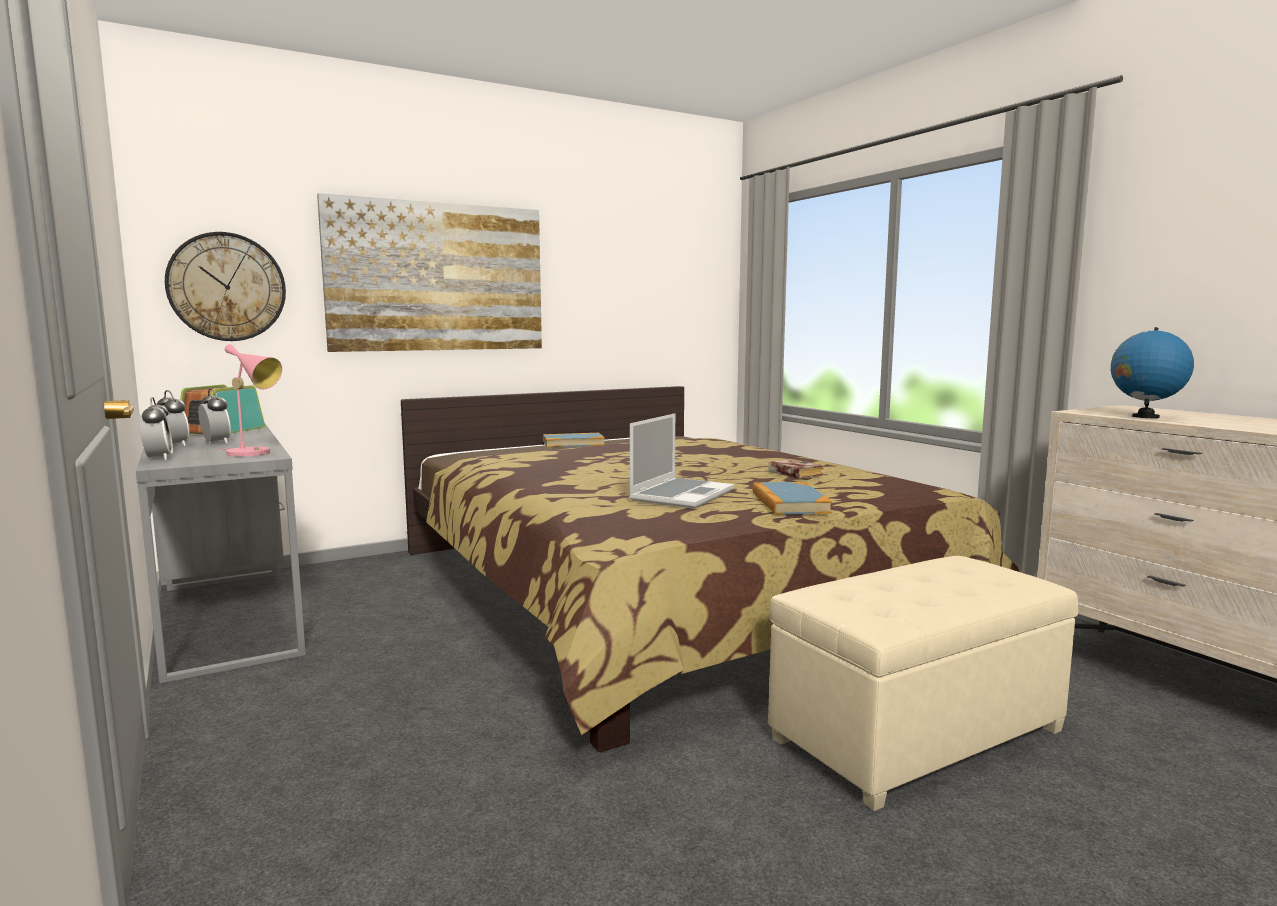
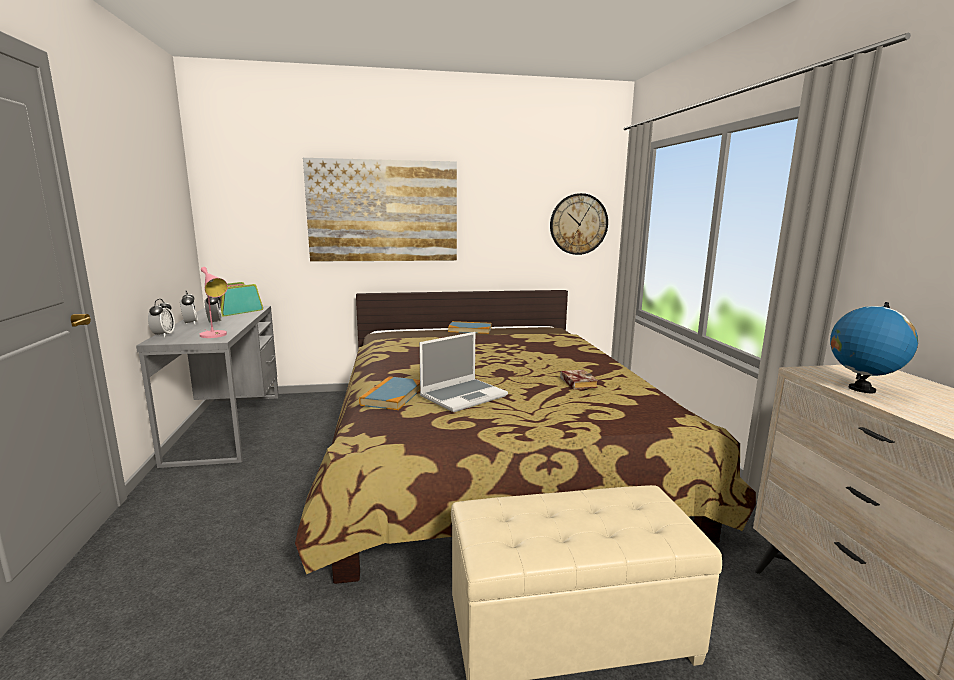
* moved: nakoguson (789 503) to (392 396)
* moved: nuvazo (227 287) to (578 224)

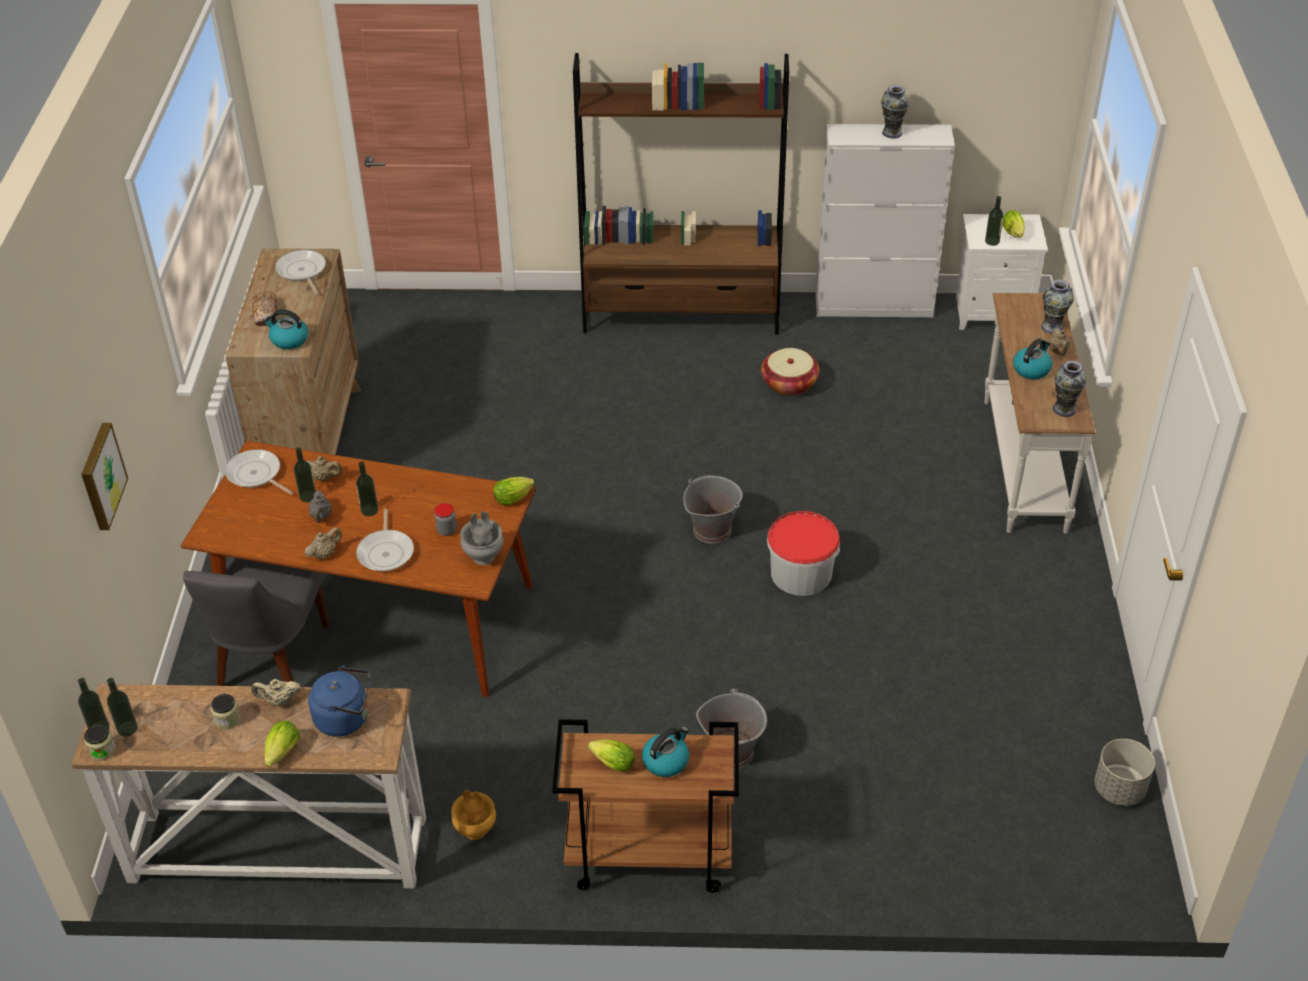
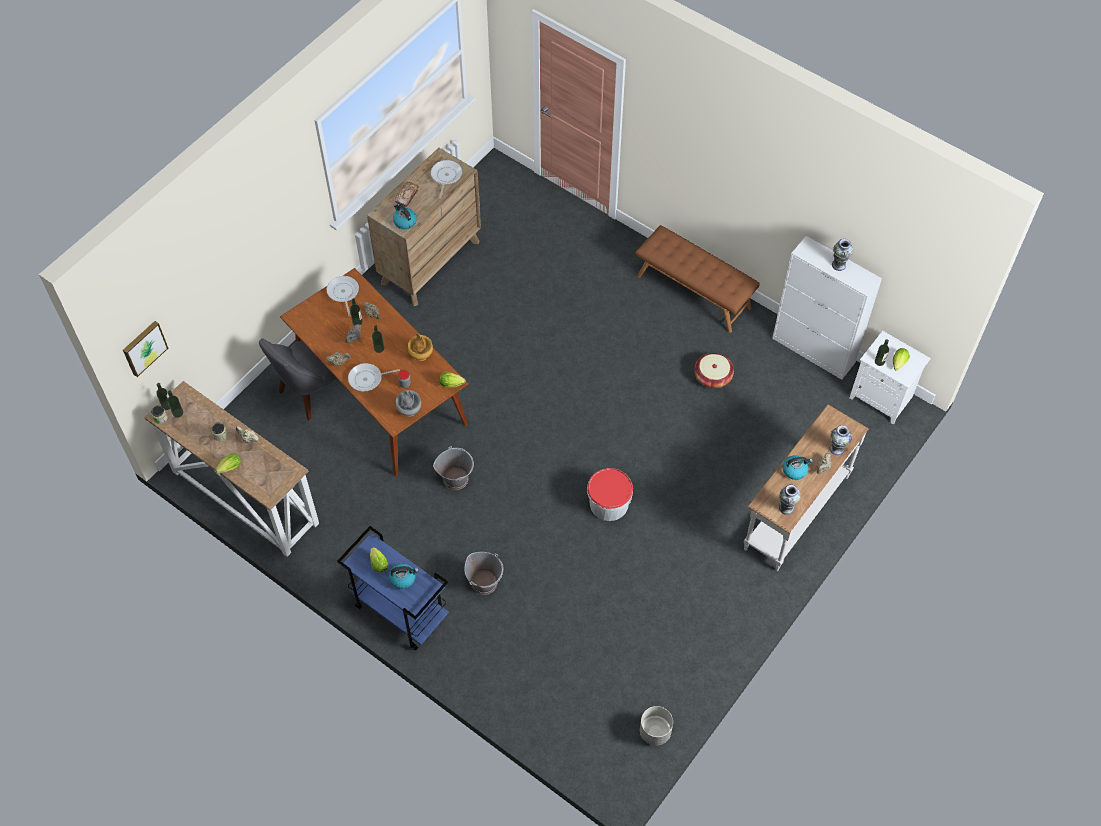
* moved: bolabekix (100 476) to (144 347)
* recoloured: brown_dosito (647 856) to blue_dosito (399 611)
* turned: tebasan (386 552) = (367 379) 45 degrees clockwise
* moved: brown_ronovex (476 830) to (421 356)
* moved: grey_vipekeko (711 529) to (456 478)
* replaced: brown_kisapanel (681 315) to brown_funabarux (694 291)
* removed: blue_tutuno (346 718)

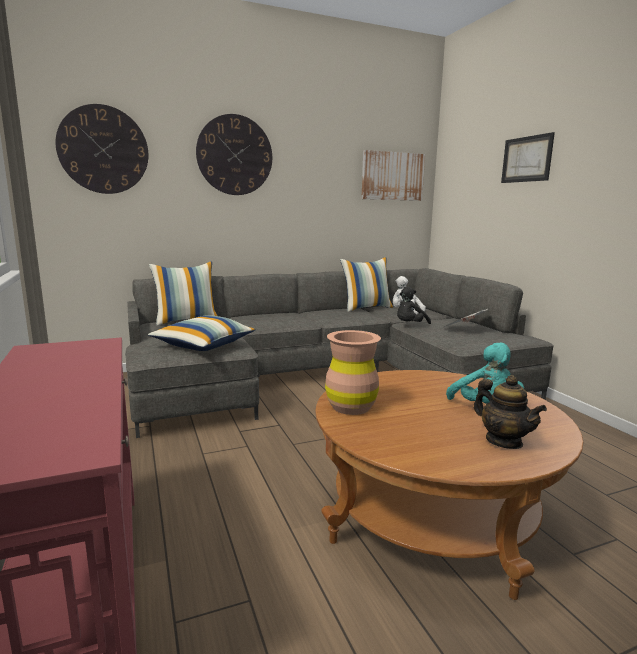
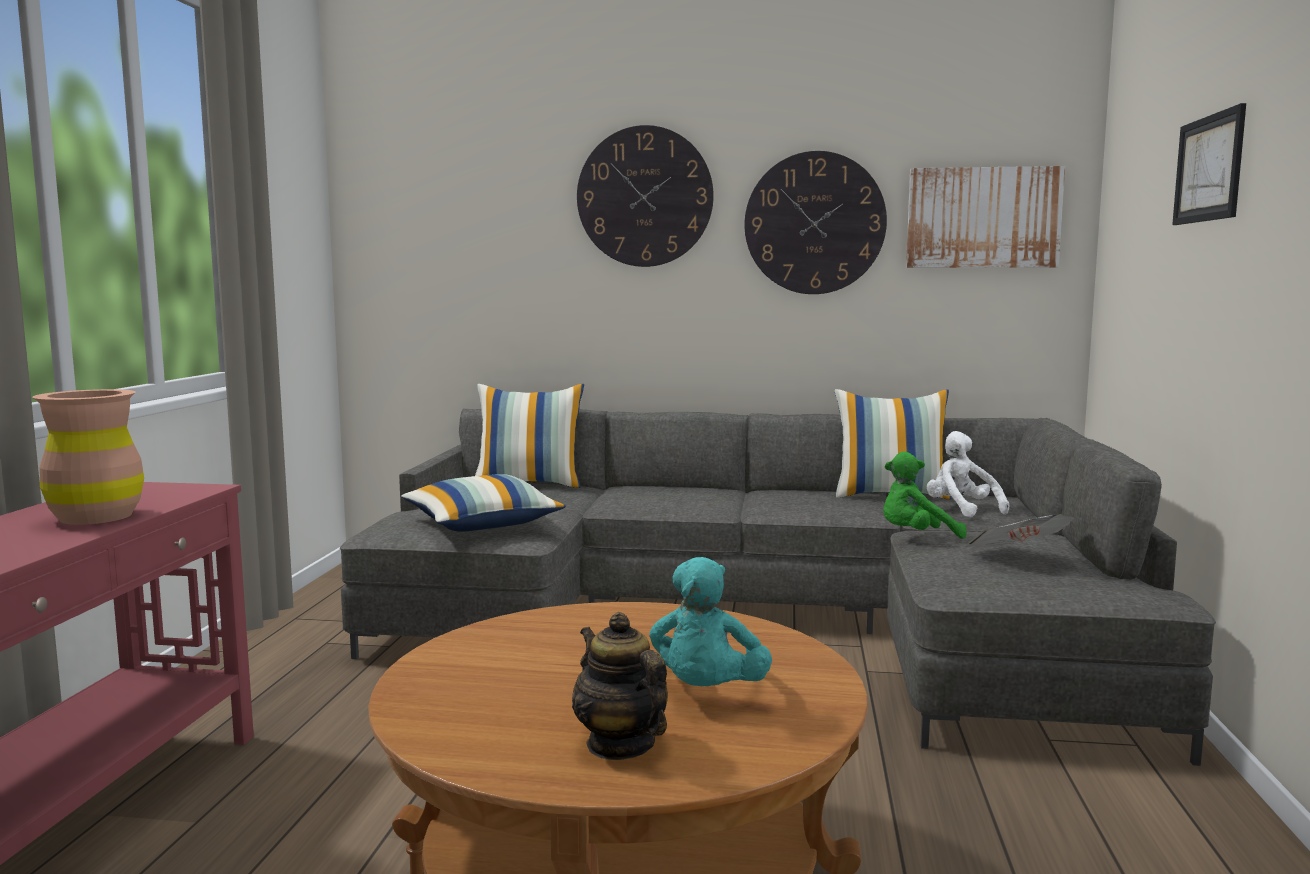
* moved: brown_ronovex (351 407) to (96 517)
* turned: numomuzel (504 441) = (620 745) 150 degrees clockwise
* moved: nuvazo (103 150) to (814 223)
* recoloured: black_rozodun (410 325) to green_rozodun (916 537)

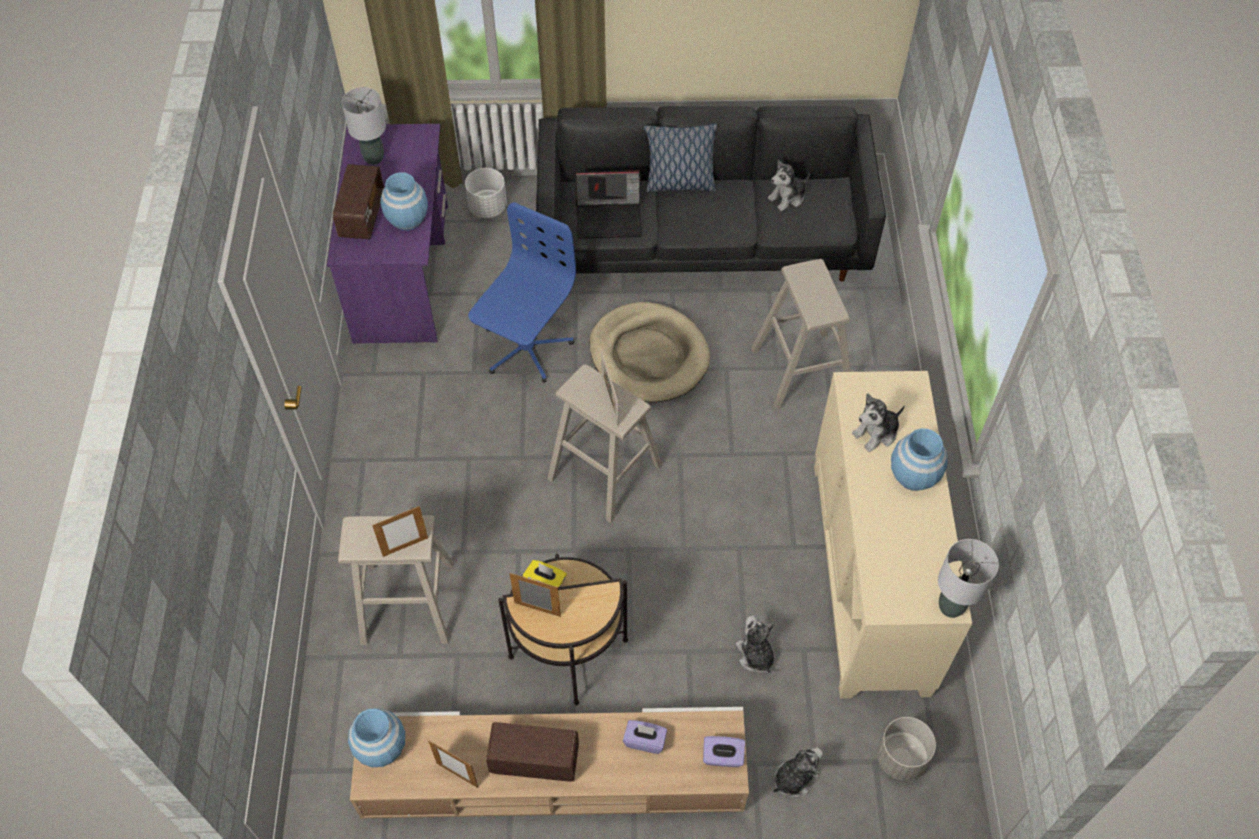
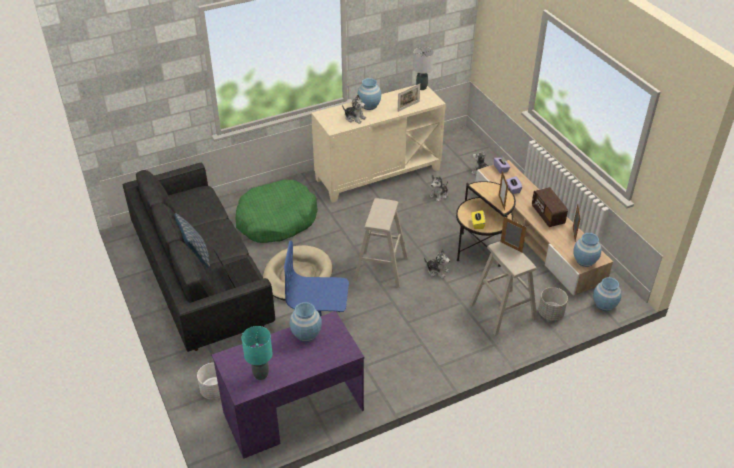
* replaced: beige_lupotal (801 370) to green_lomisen (276 220)
* recoloured: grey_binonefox (373 158) to turquoise_binonefox (261 375)
* moved: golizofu (609 401) to (408 106)
* moved: rozodun (787 197) to (437 271)
* moved: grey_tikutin (901 758) to (551 313)
* added: blue_ronovex (604 304)
* removed: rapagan (362 215)

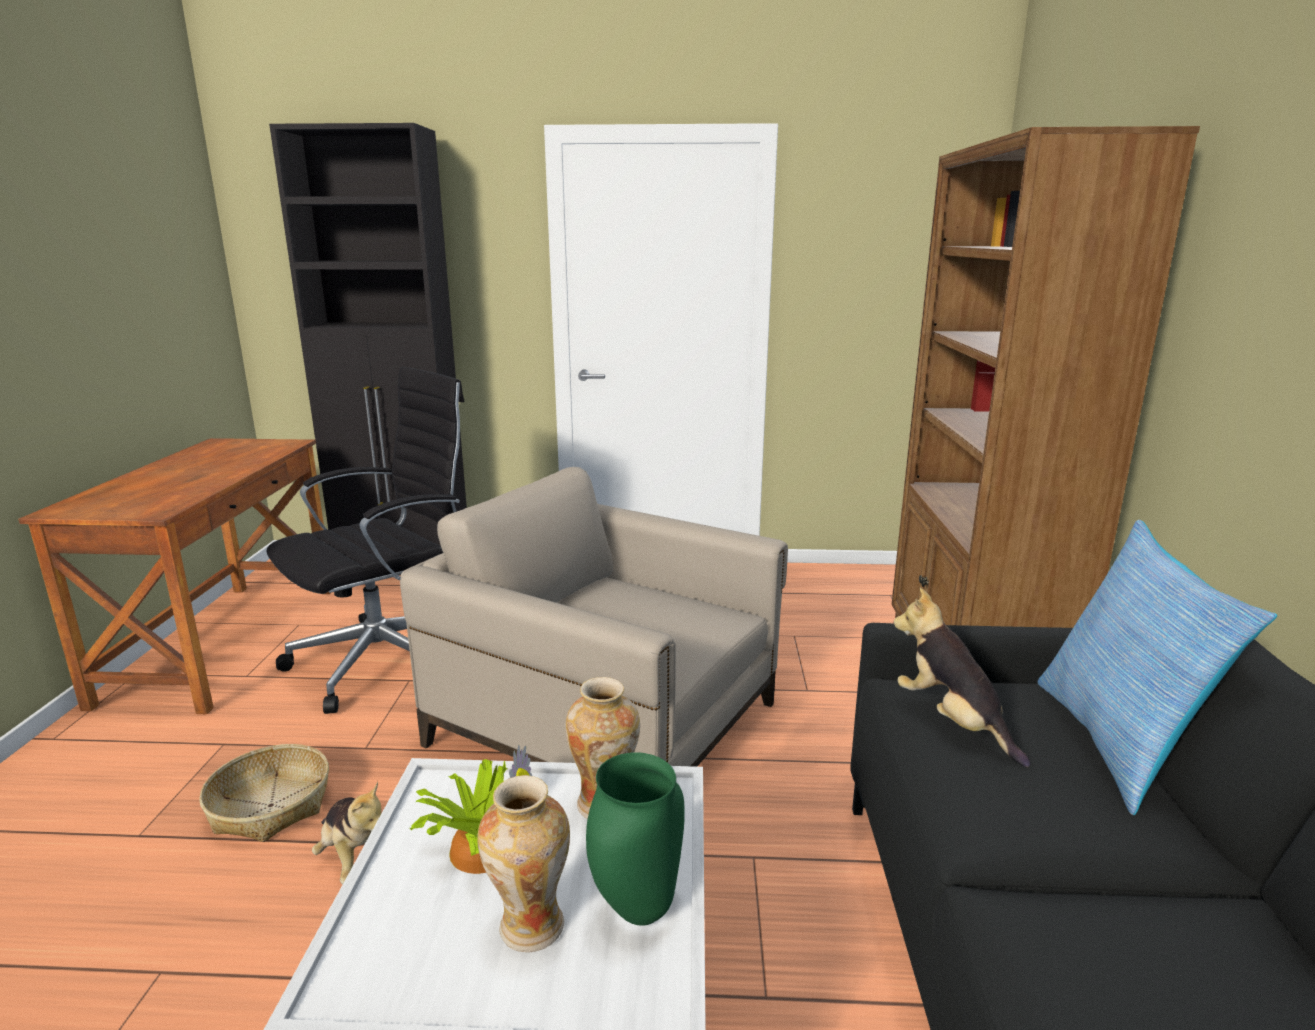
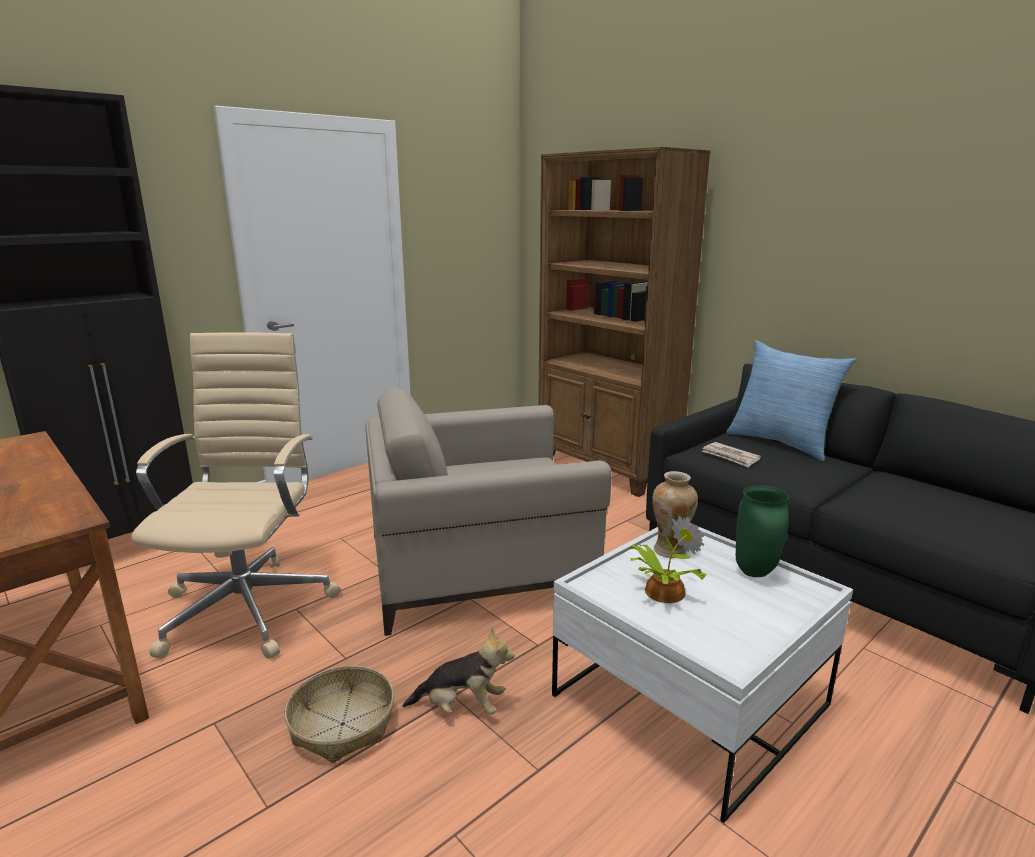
* recoloured: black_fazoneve (388 659) to beige_fazoneve (249 606)
* replaced: rozodun (952 721) to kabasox (730 457)
* removed: ronovex (530 928)

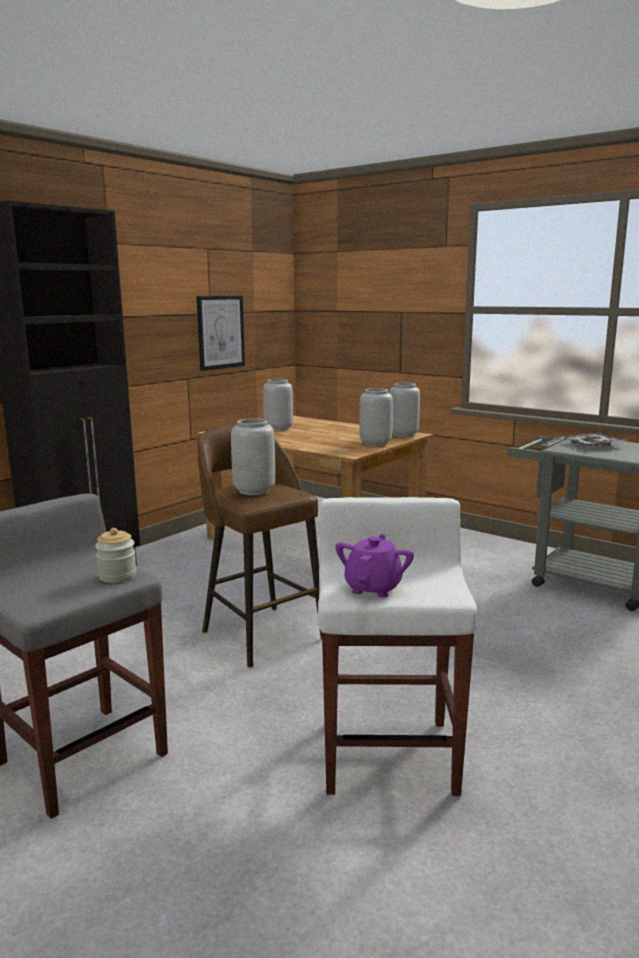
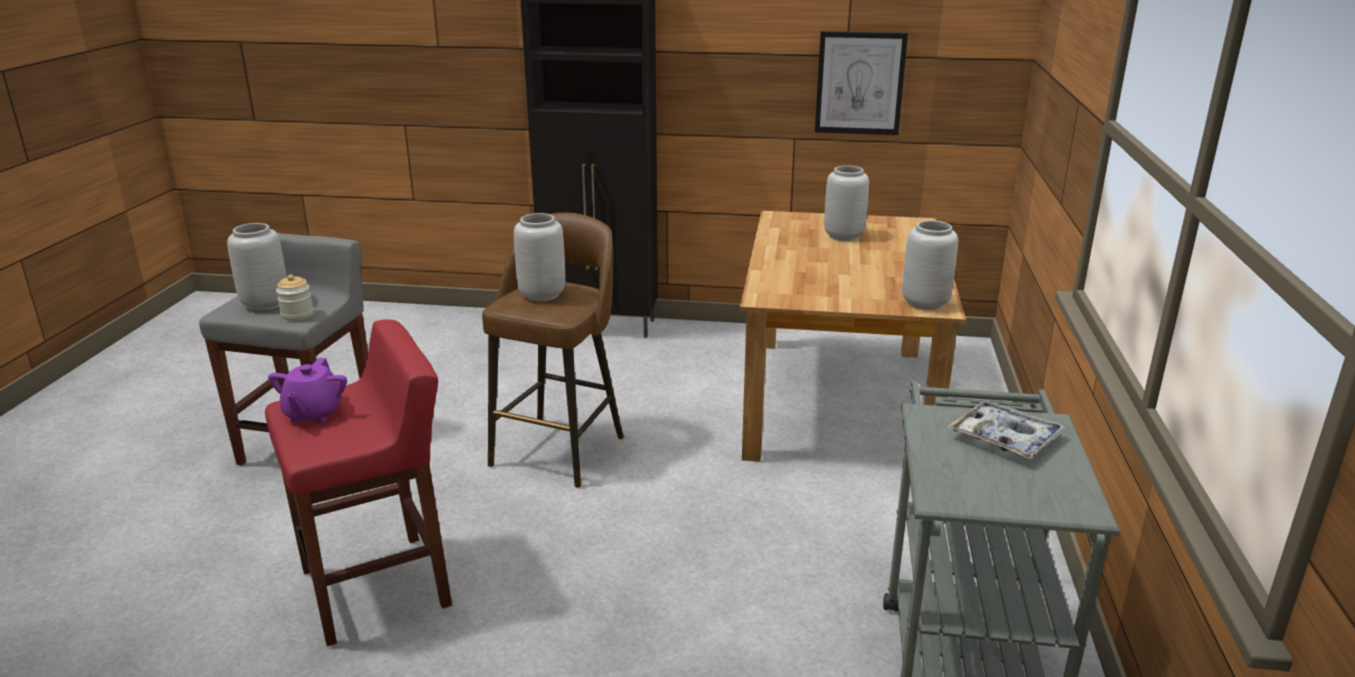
* moved: grey_ronovex (376 443) to (265 304)
* recoloured: white_lupotal (389 754) to red_lupotal (379 587)
* turned: purple_numomuzel (373 588) = (313 413) 105 degrees clockwise

